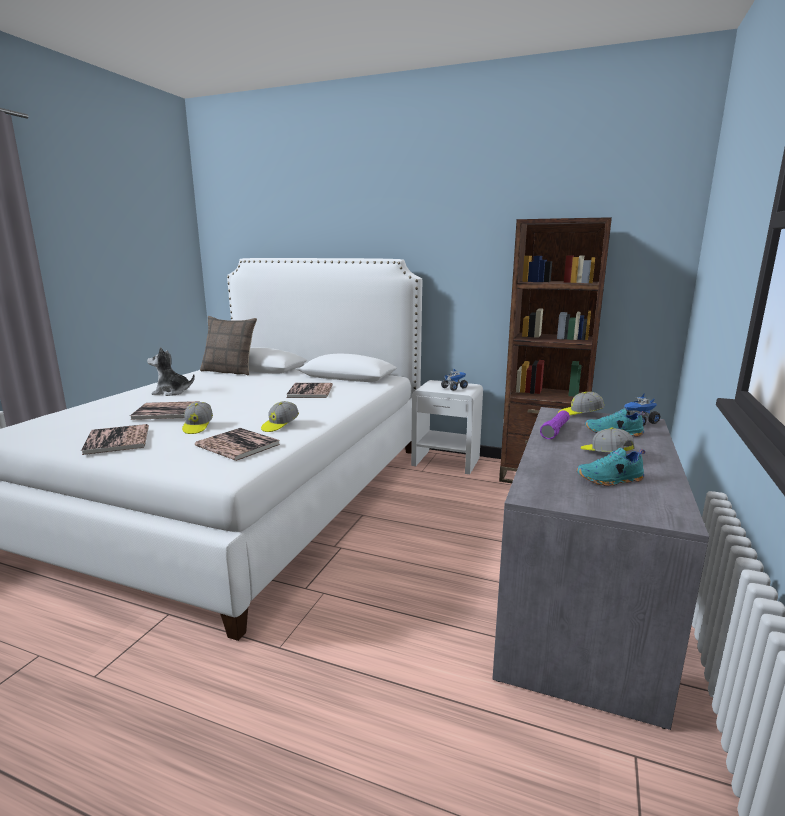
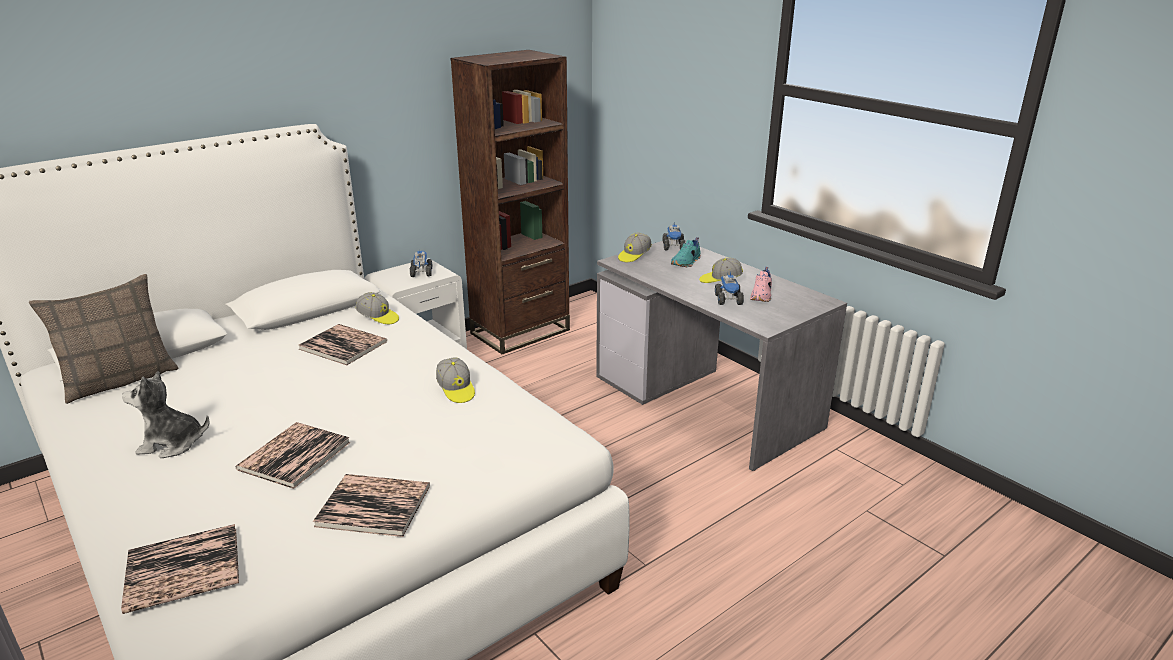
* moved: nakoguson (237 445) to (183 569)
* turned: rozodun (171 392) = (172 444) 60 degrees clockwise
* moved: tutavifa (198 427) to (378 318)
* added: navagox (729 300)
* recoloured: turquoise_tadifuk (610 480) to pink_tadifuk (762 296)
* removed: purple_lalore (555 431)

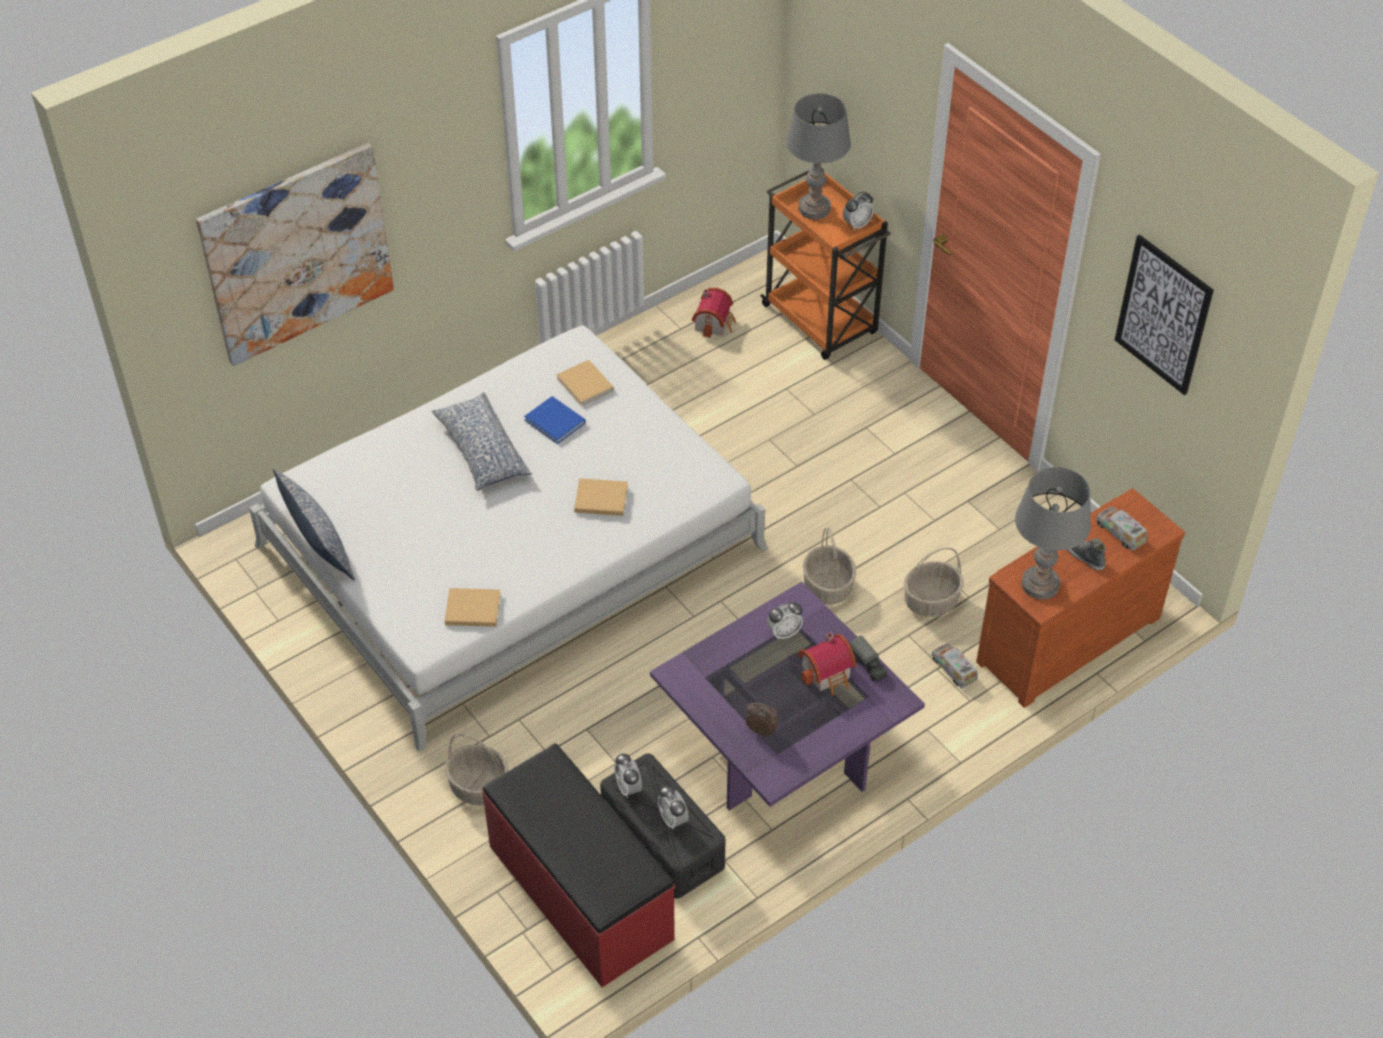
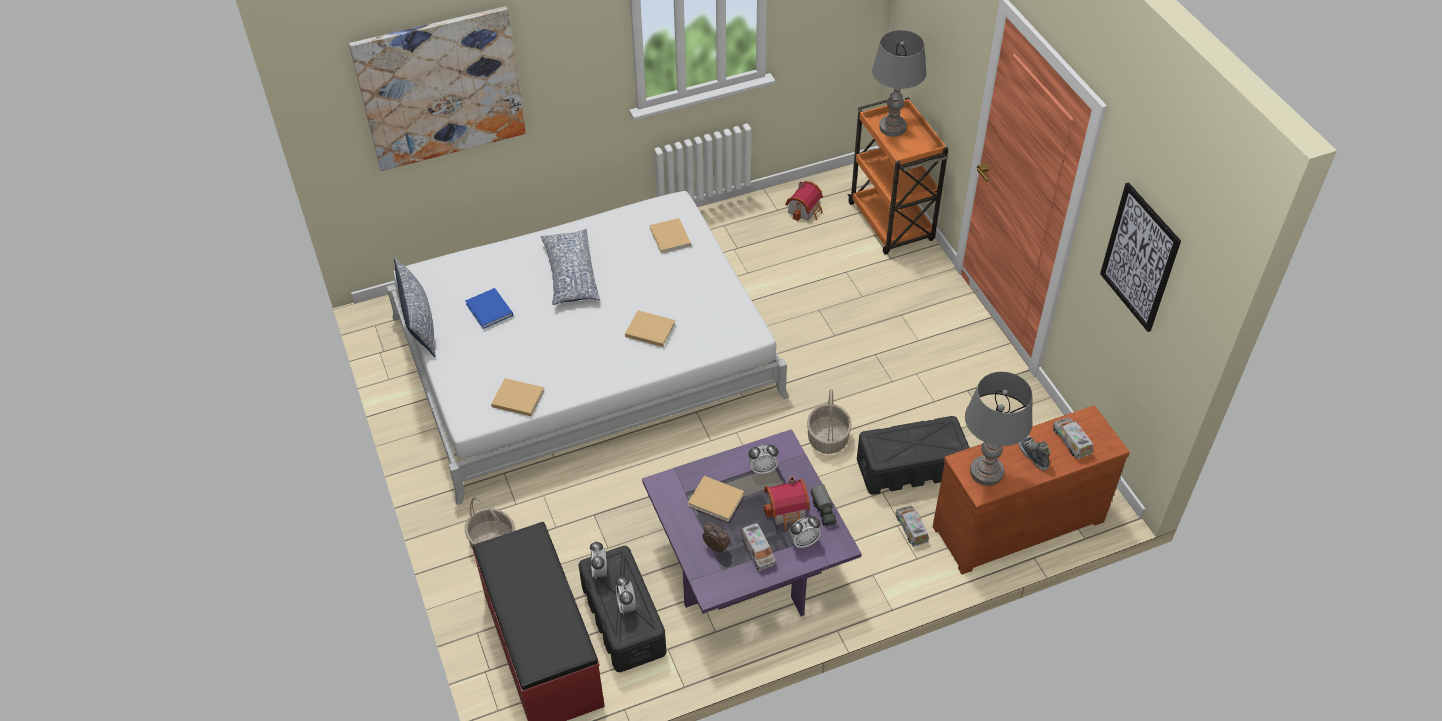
* moved: blue_nakoguson (556 422) to (490 310)
* added: beige_nakoguson (717 500)
* added: navagox (758 551)
* moved: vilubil (857 224) to (803 541)
* replaced: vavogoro (930 601) to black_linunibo (910 468)

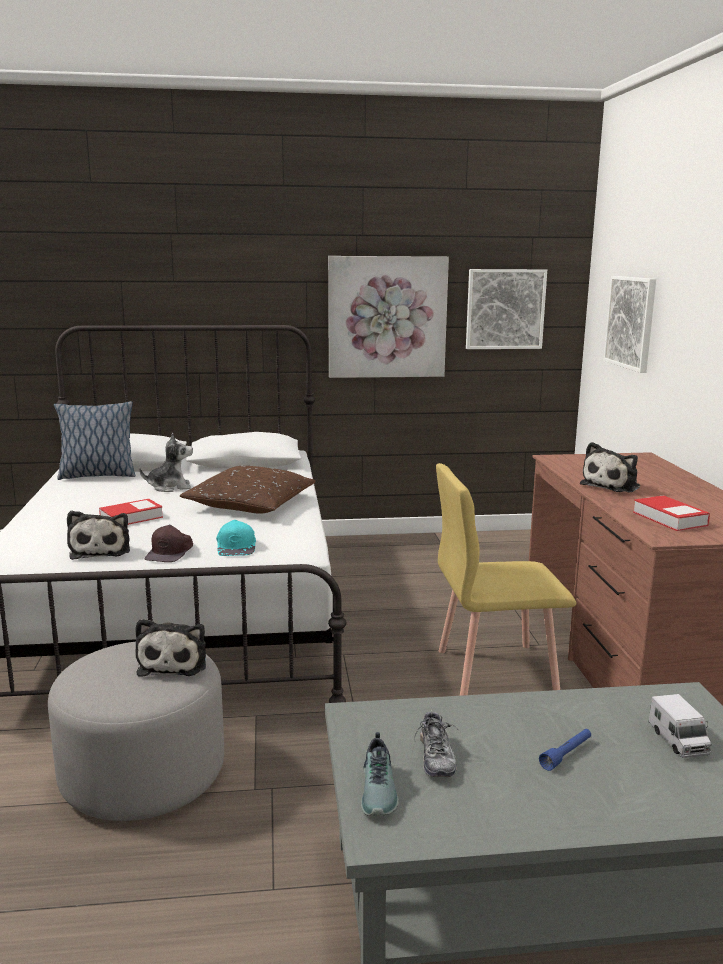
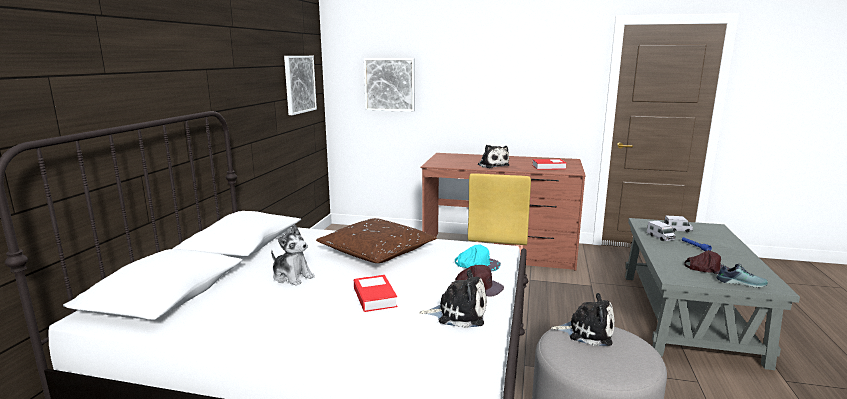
* turned: rozodun (170 487) = (292 276) 120 degrees clockwise
* added: navagox (660 237)
* replaced: tadifuk (436 757) to brown_tutavifa (707 268)
* removed: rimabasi (97 475)
* removed: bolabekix (387 317)

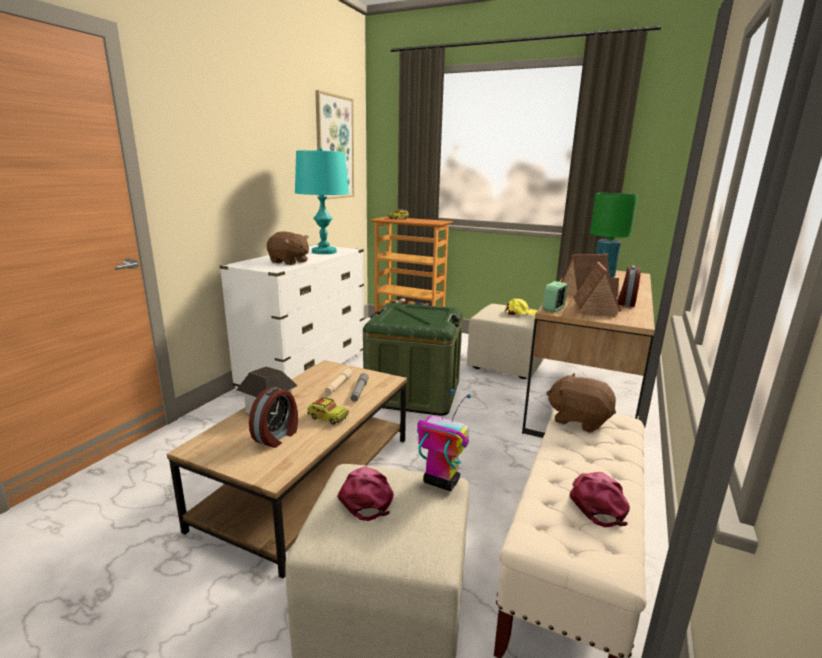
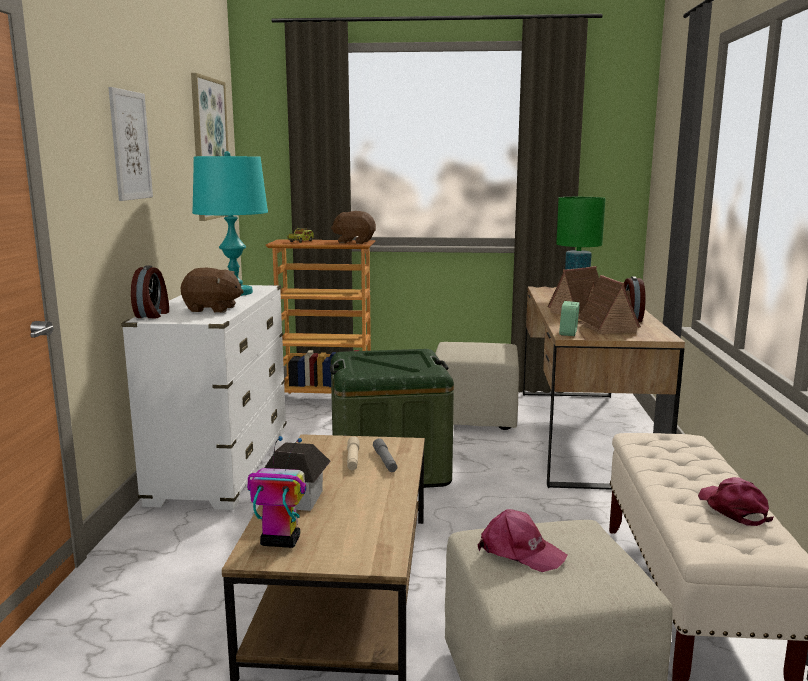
* added: bolabekix (130 145)
* moved: vilubil (277 436) to (153 314)
* moved: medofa (440 481) to (279 542)
* moved: brown_rozodun (579 420) to (354 242)
* turned: pink_tutavifa (366 496) = (520 552) 150 degrees clockwise
* removed: navagox (327 417)
* removed: yellow_tutavifa (519 313)

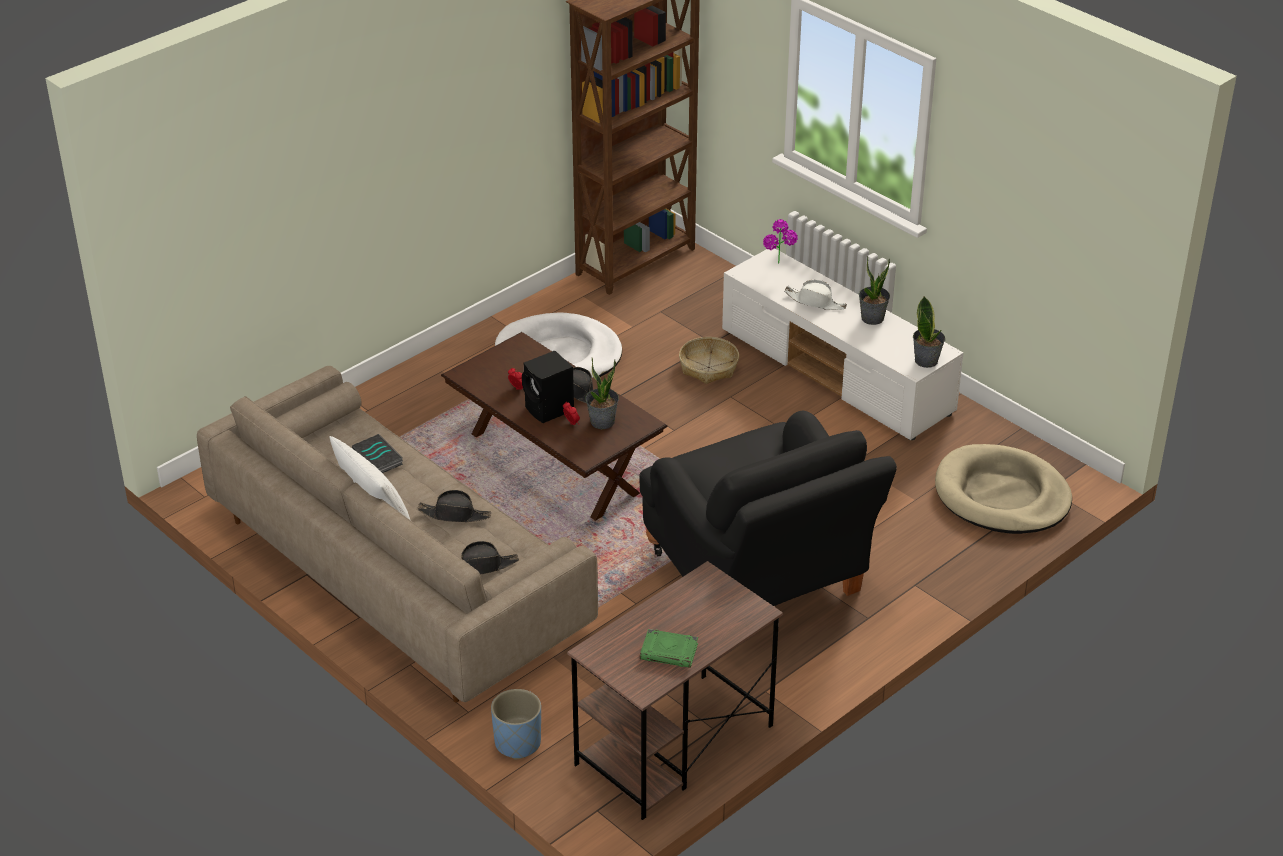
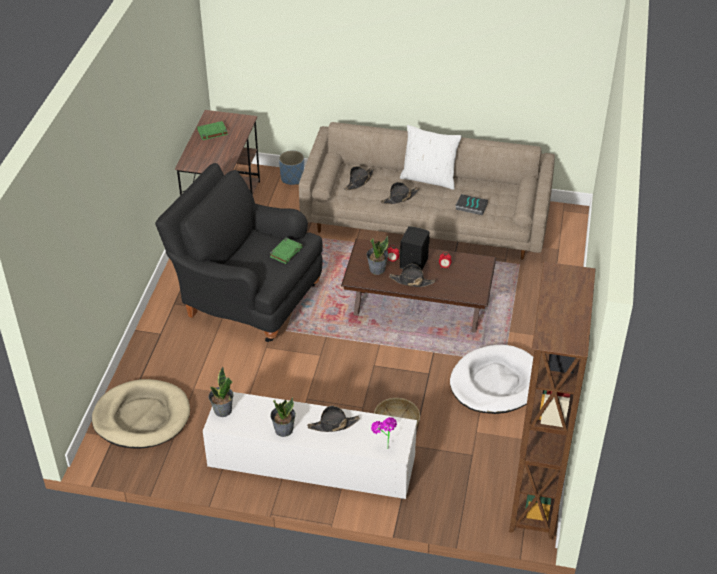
* added: green_nakoguson (286 252)
* recoloured: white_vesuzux (815 302) to black_vesuzux (333 425)

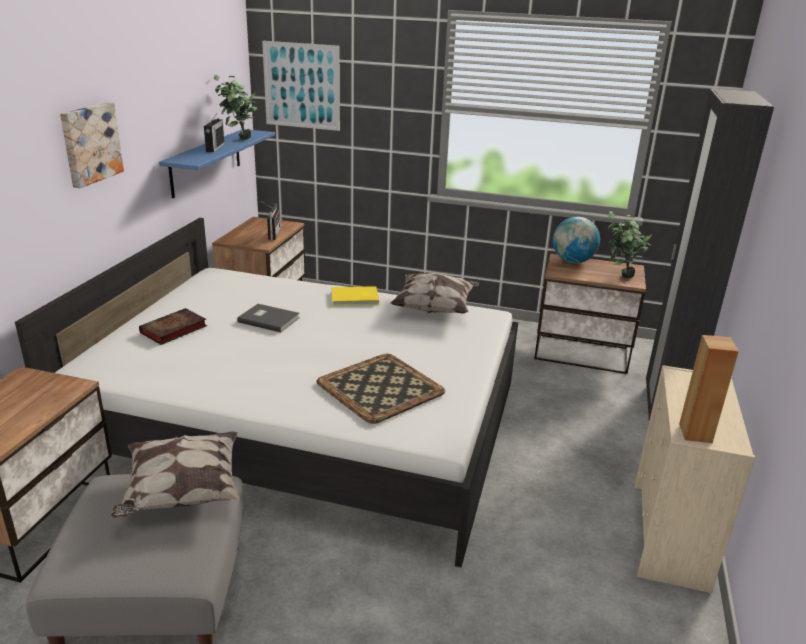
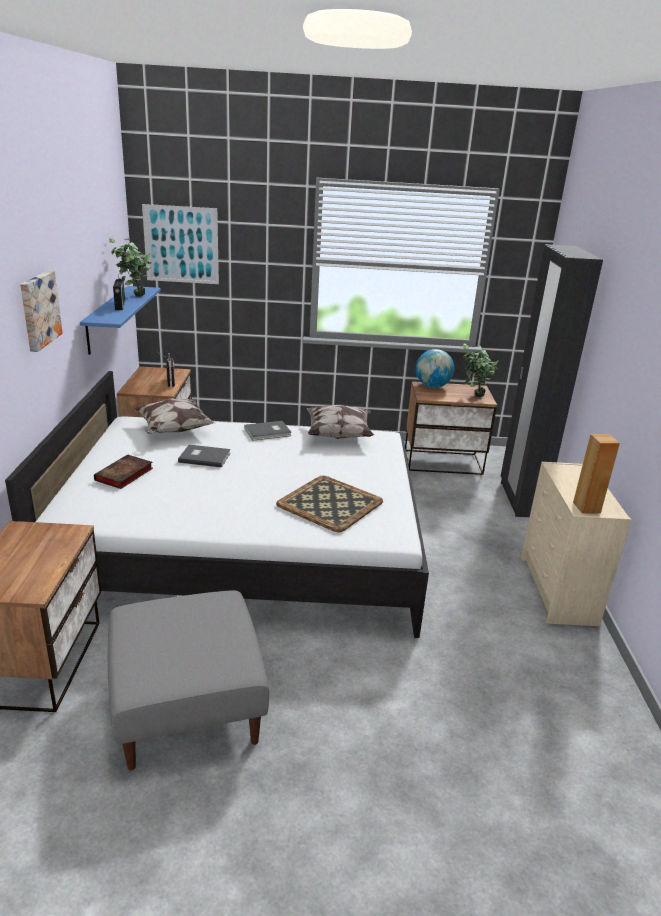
* moved: rimabasi (182 493) to (173 430)
* recoloured: yellow_nakoguson (355 298) to grey_nakoguson (268 432)

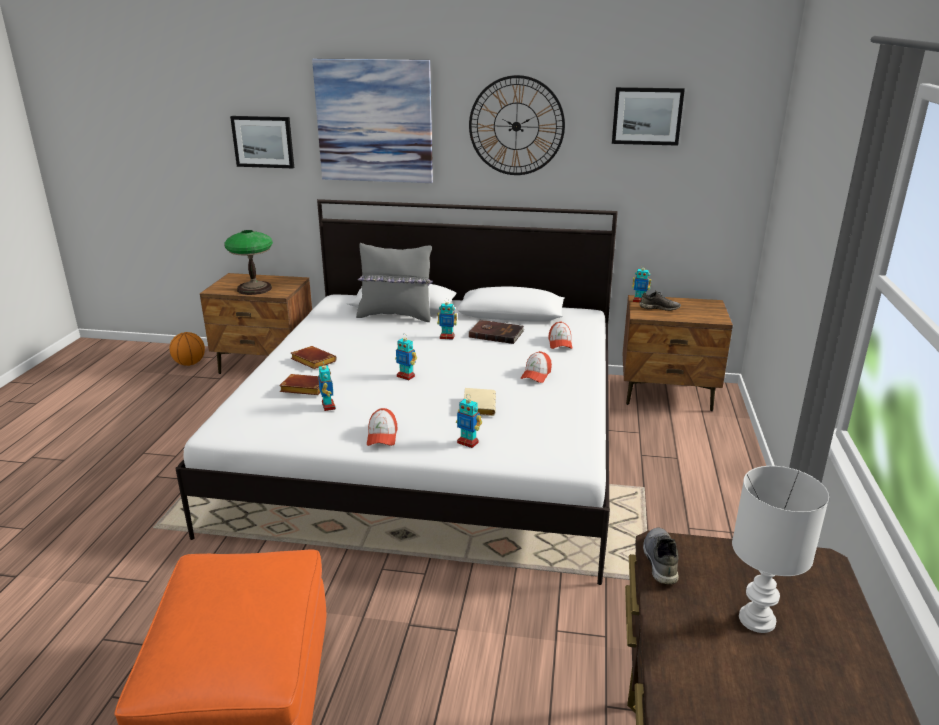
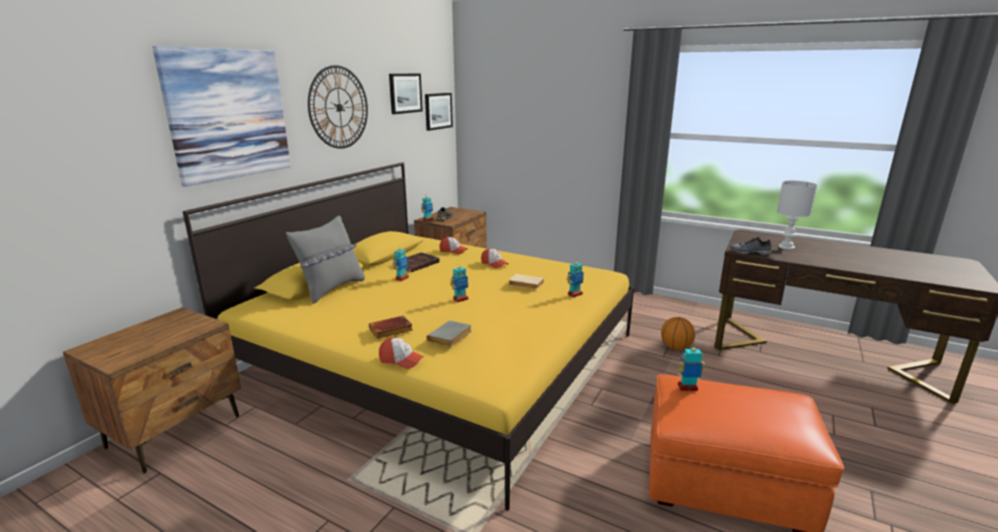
* recoloured: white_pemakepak (434 442) to yellow_pemakepak (441 358)
* moved: tutavifa (382 436) to (401 360)
* moved: bolabekix (263 141) to (438 111)
* recoloured: brown_nakoguson (303 389) to grey_nakoguson (450 338)
* moved: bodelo (189 363) to (676 347)
* moved: medofa (328 406) to (687 388)
* removed: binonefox (254 289)

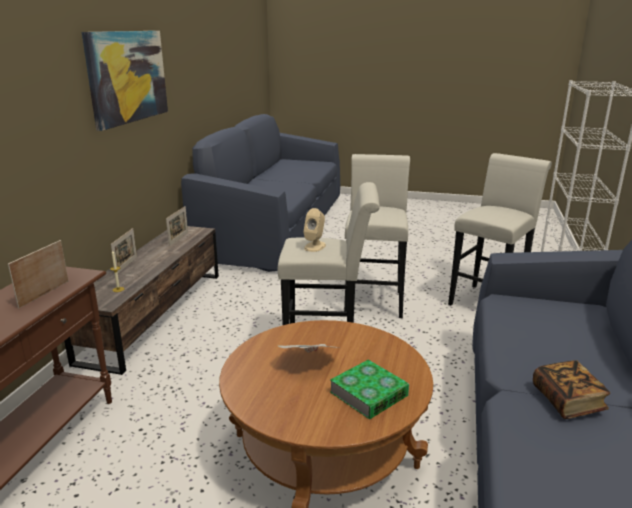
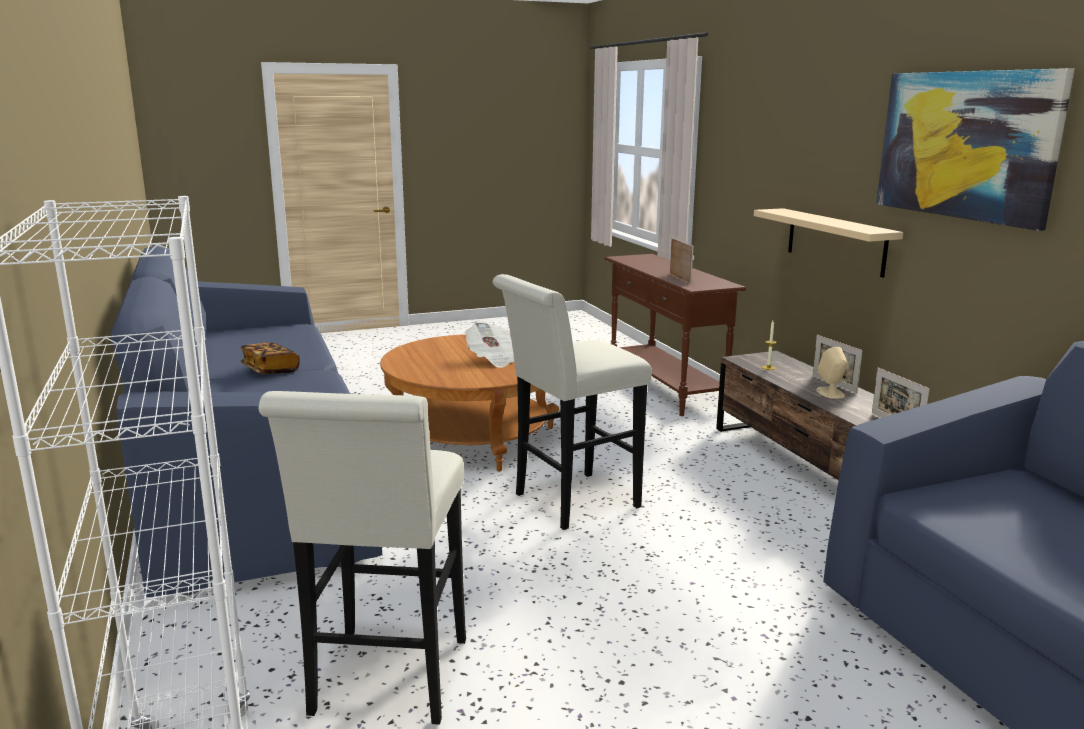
* added: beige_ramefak (835 241)
* moved: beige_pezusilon (315 246) to (830 393)
* removed: nakoguson (368 394)
* removed: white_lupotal (374 300)

